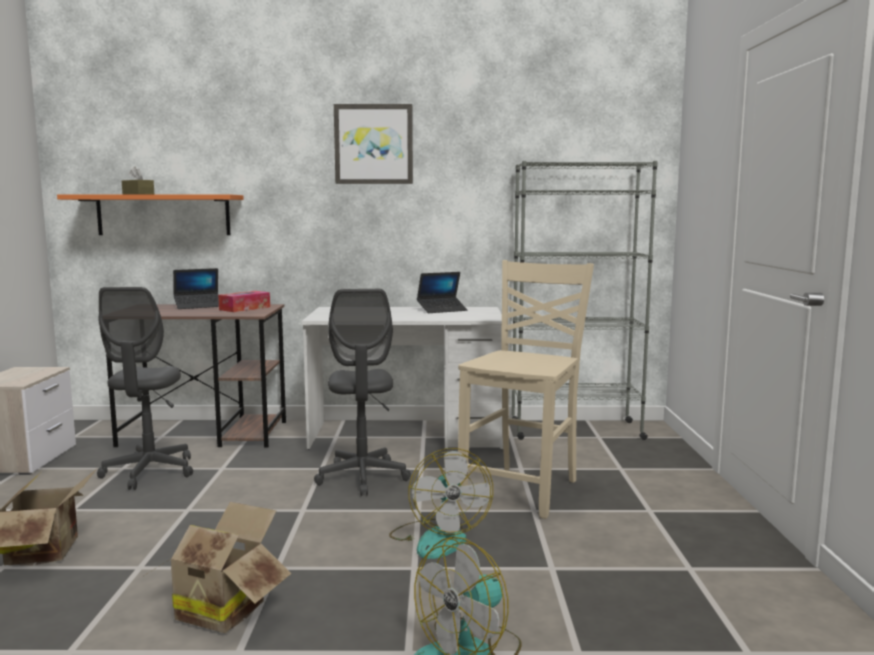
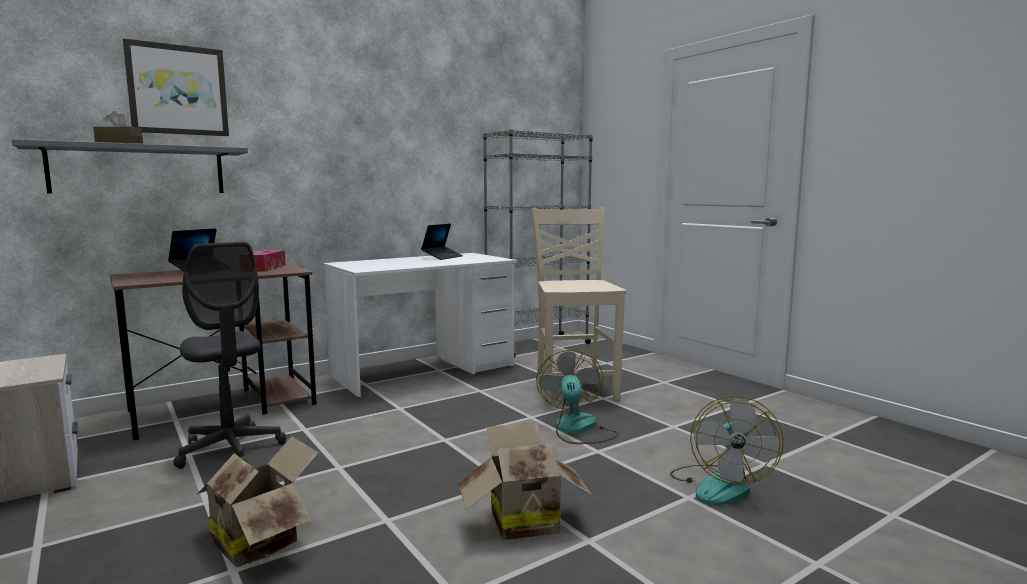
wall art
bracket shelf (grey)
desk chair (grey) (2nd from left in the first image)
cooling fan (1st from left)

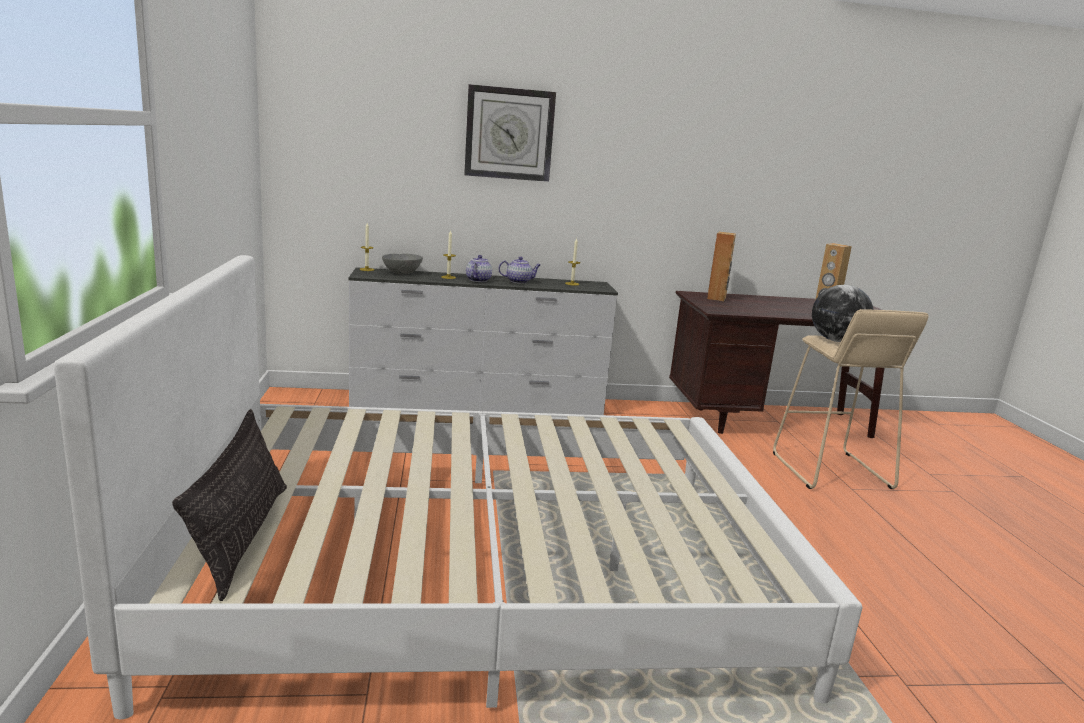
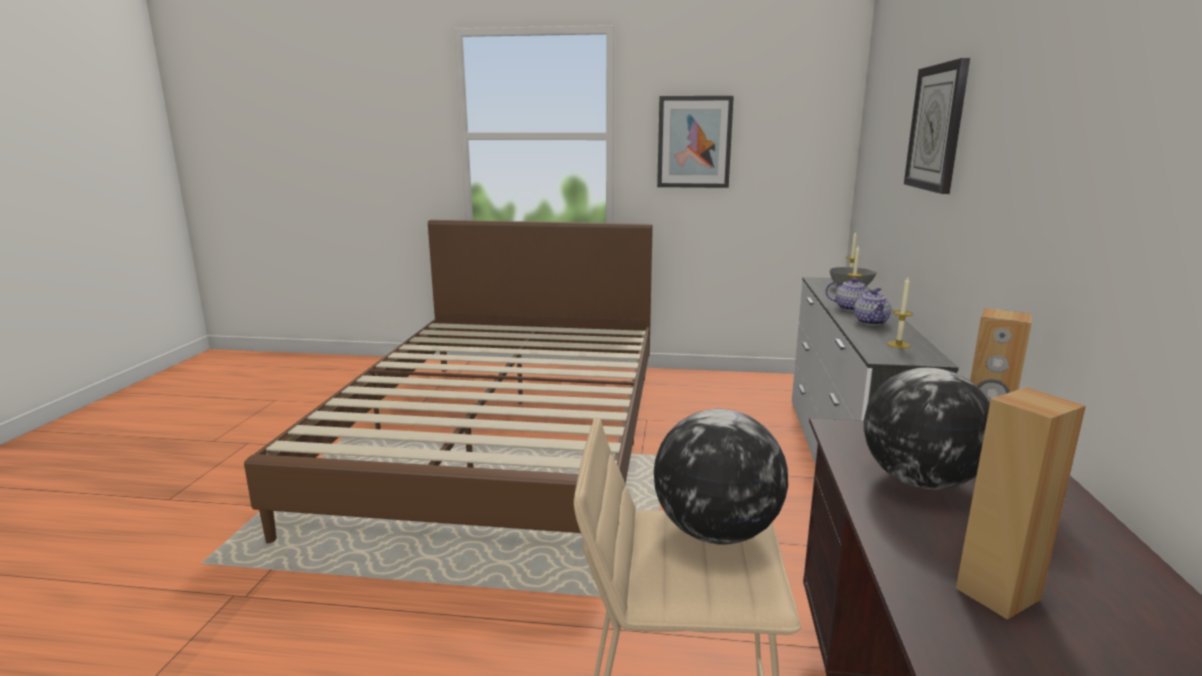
sleeping bed (brown-coloured)
cushion
wall art
globe (2nd from left)

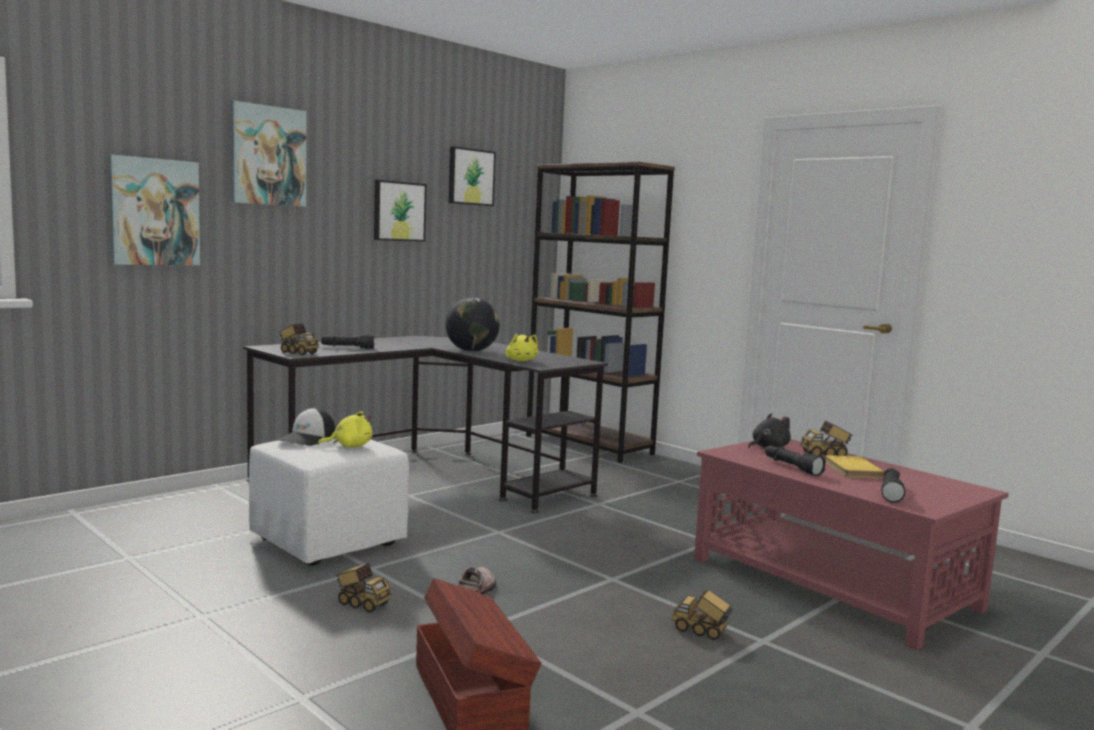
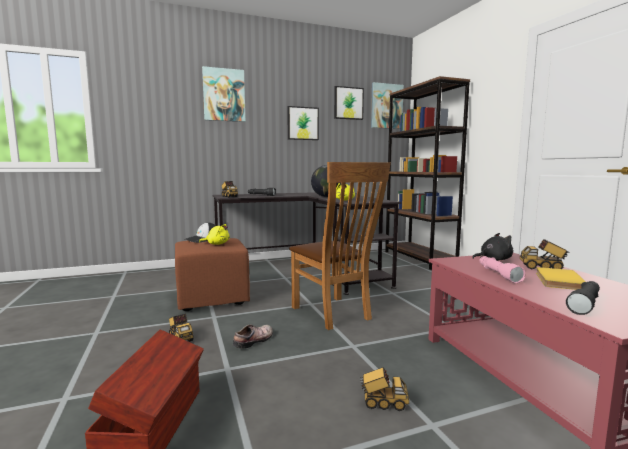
wall art (4th from left)
ottoman (brown-coloured)
torch (pink)
model truck (3rd from left)
plain chair (brown-coloured)

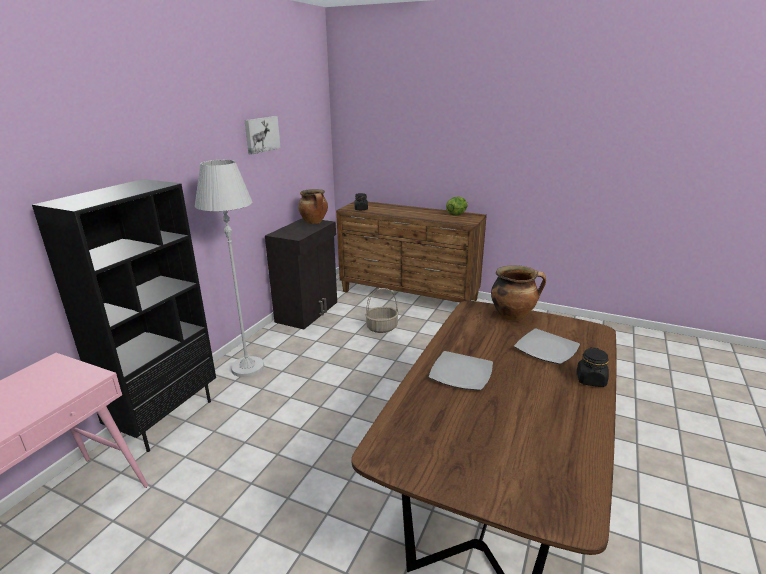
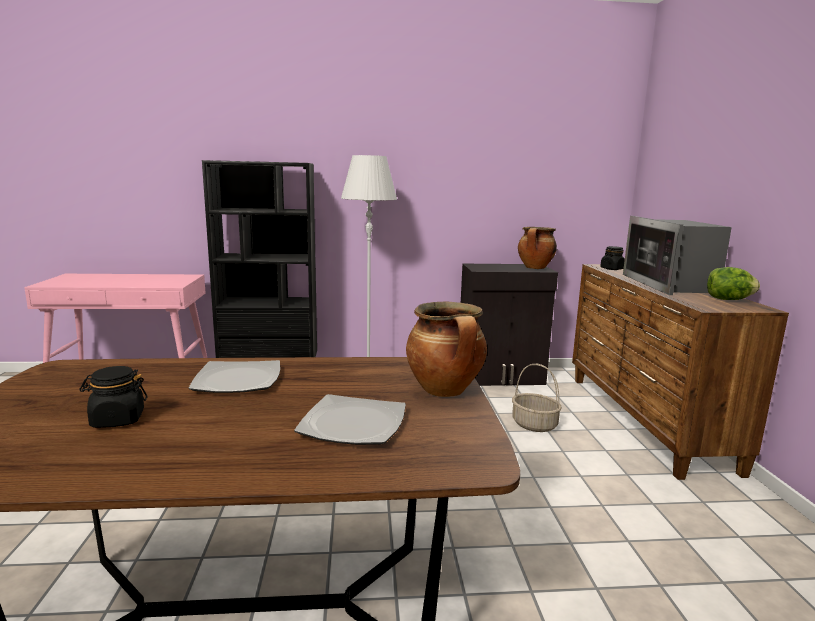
wall art
preserve jar (black) (1st from left)
microwave

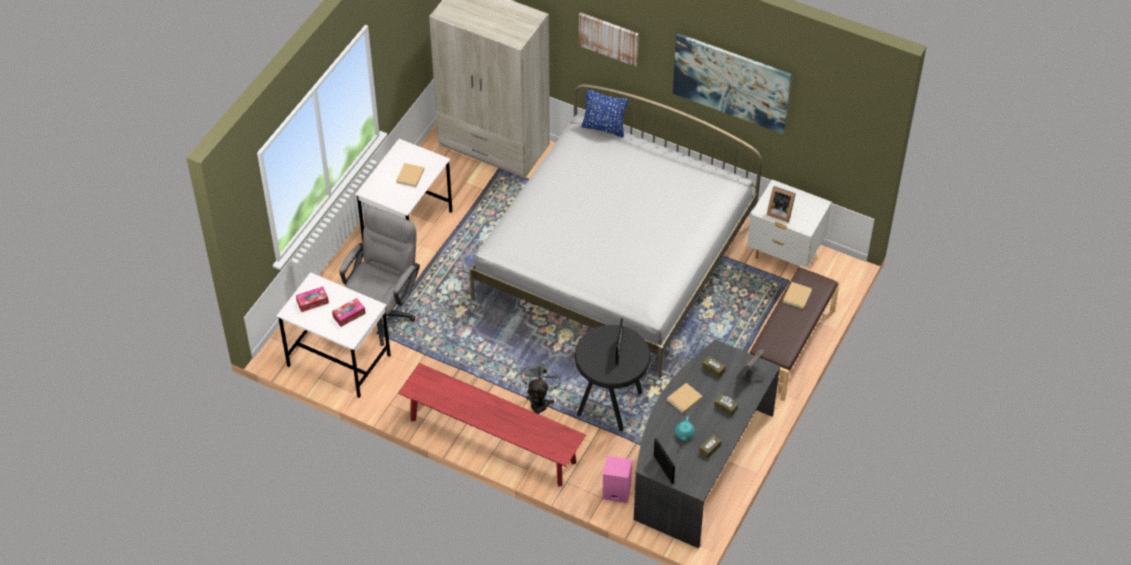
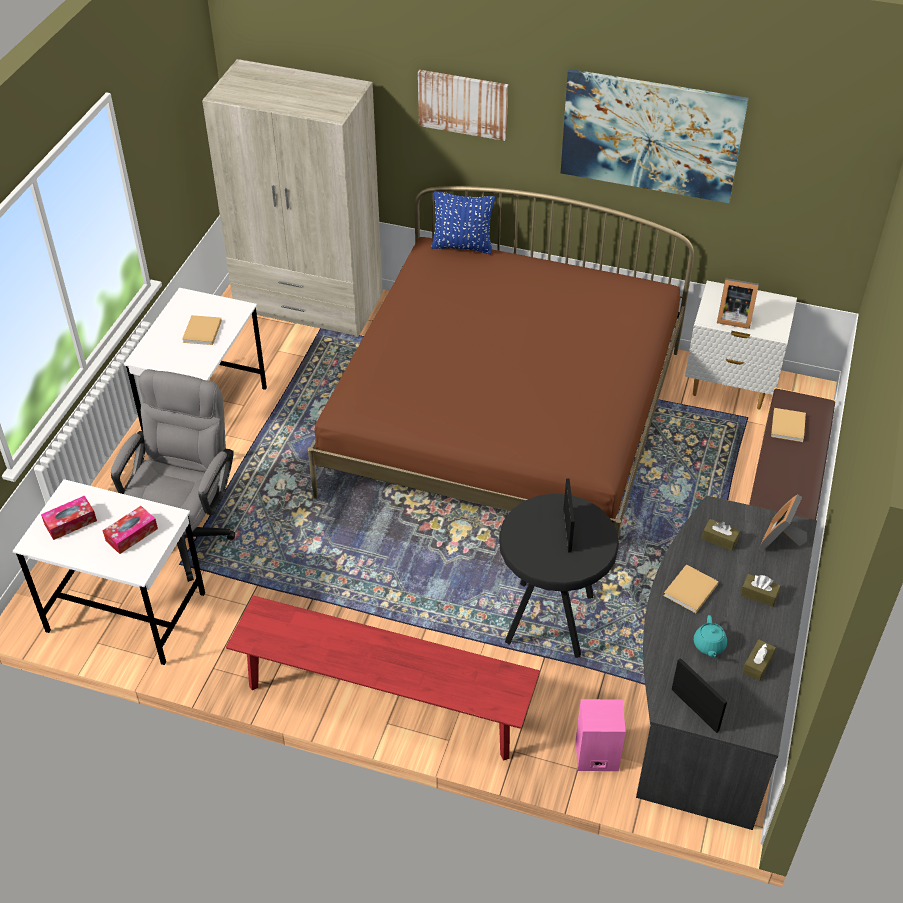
sleeping bed (brown-coloured)
cooling fan (grey)

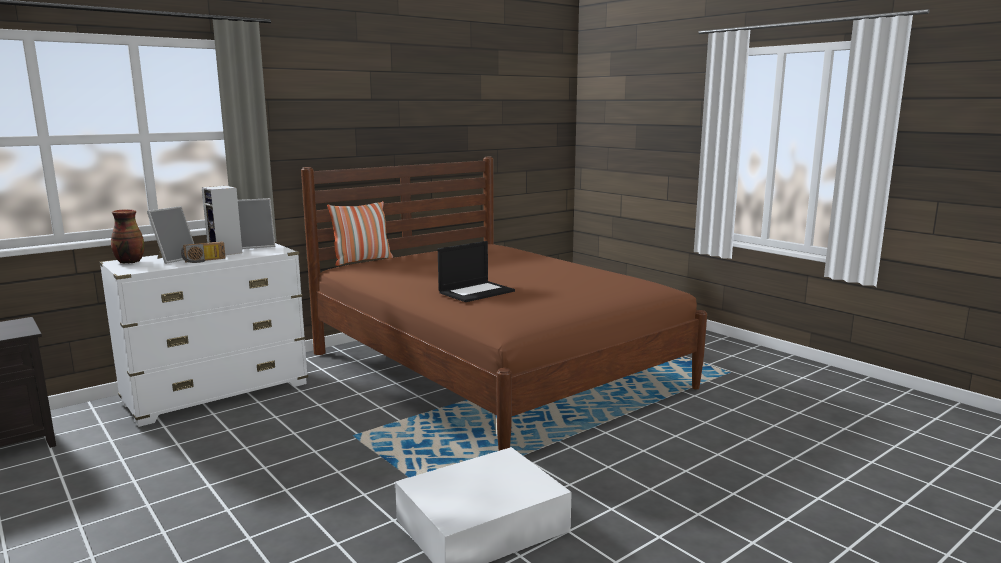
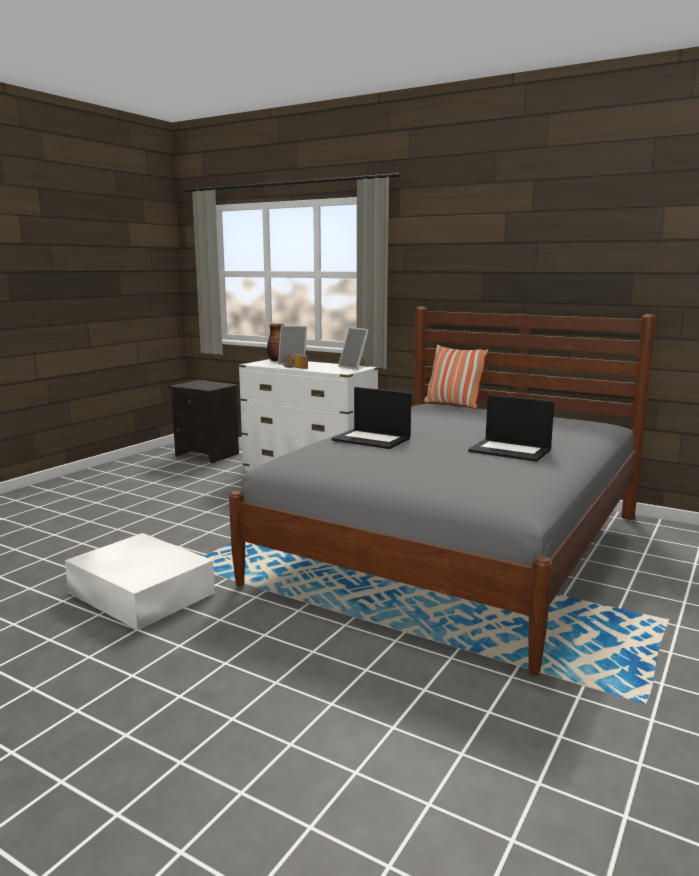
sleeping bed (grey)
loudspeaker
portable computer (2nd from left)

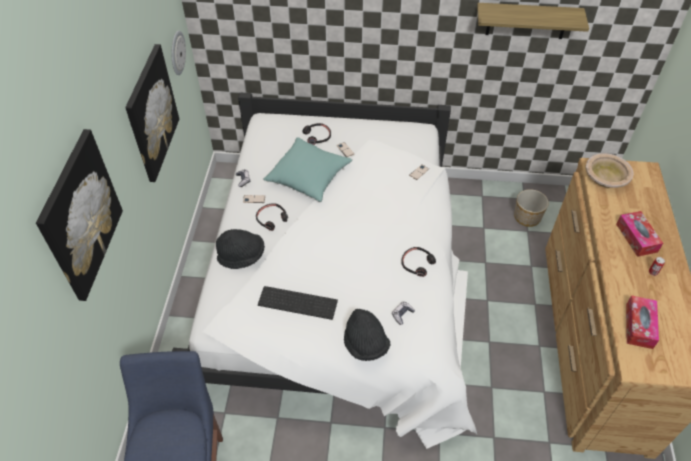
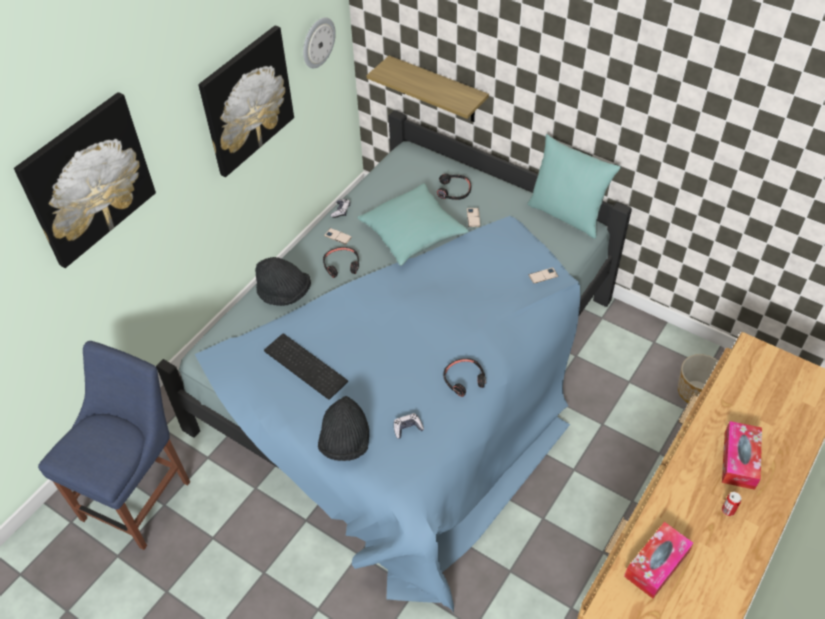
bracket shelf
sleeping bed (blue)
serving bowl (sand-coloured)
cushion (turquoise) (2nd from left)

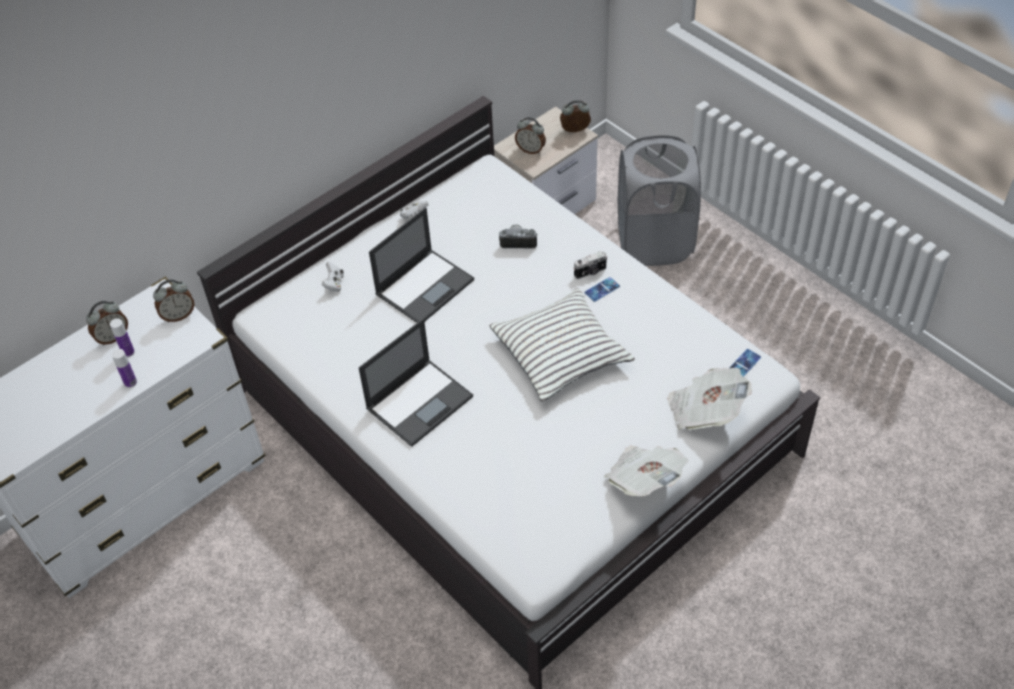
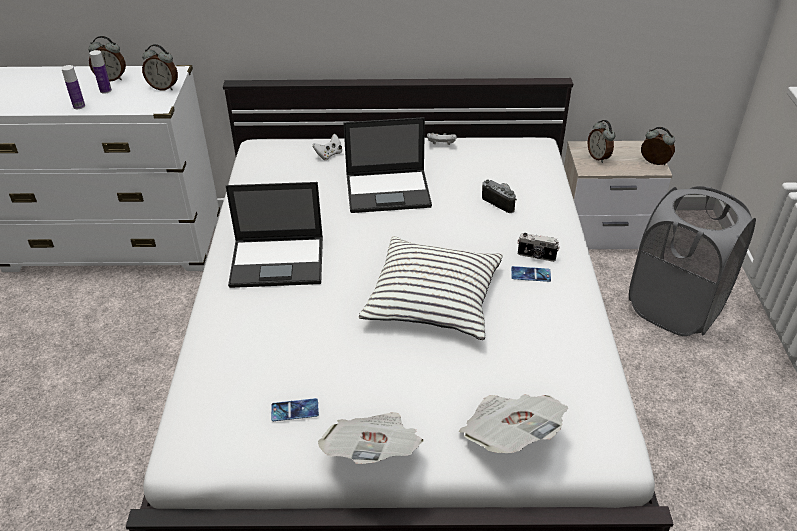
telephone (1st from left)

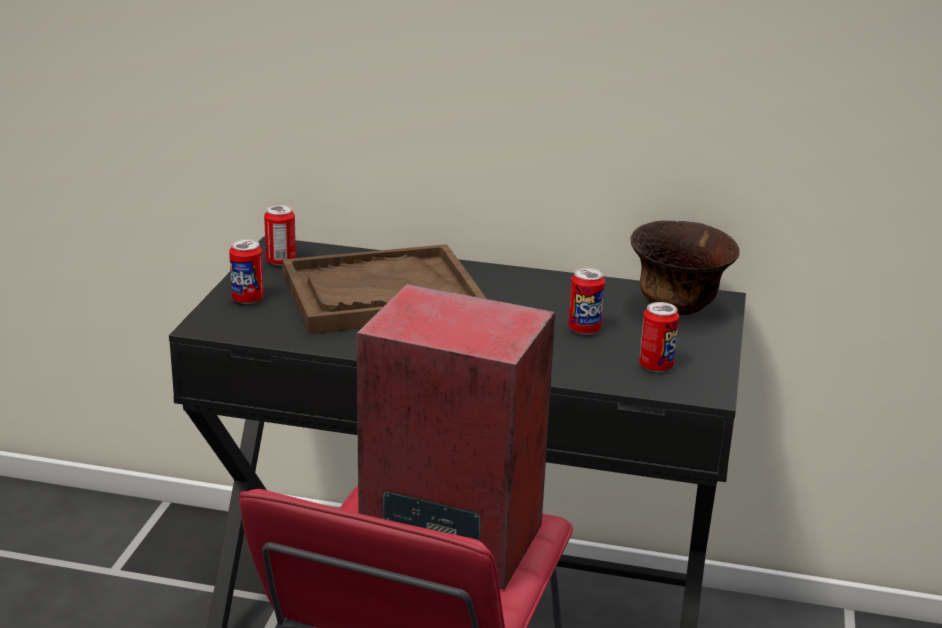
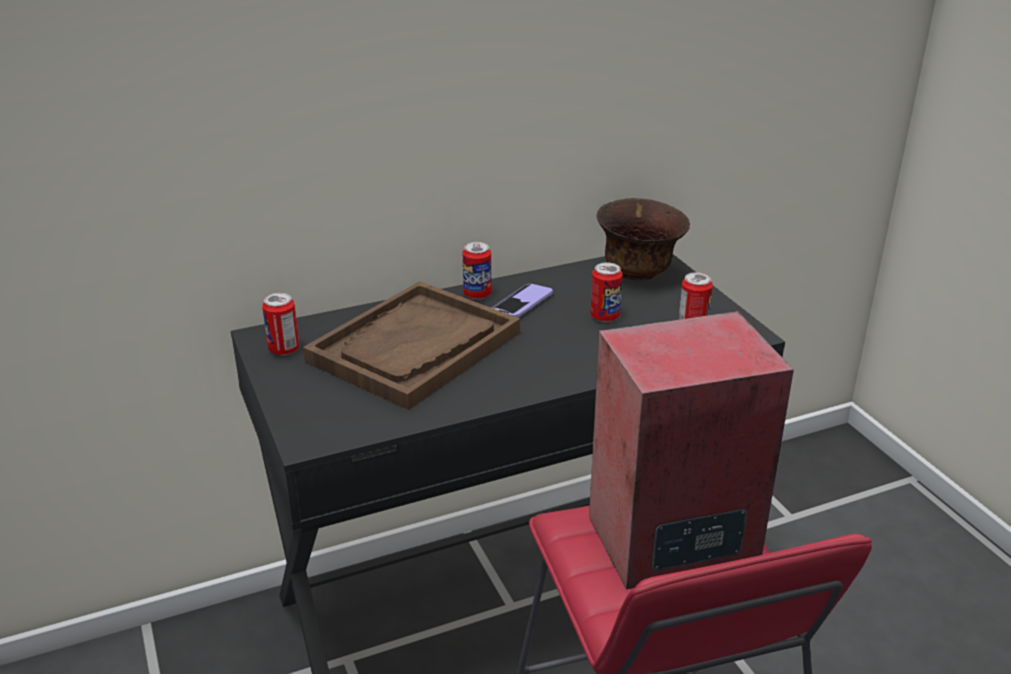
can (2nd from left)
telephone

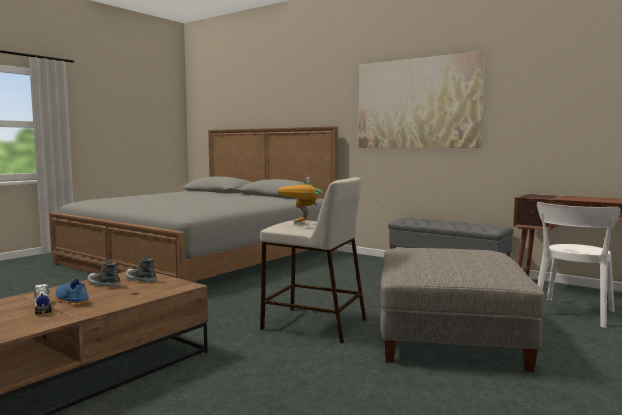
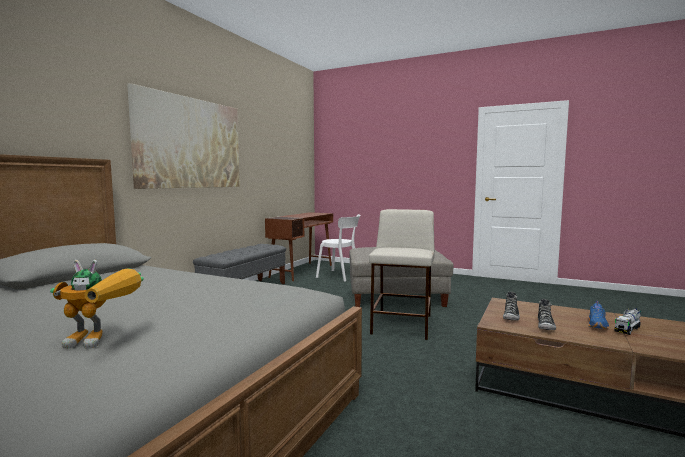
robot figure

